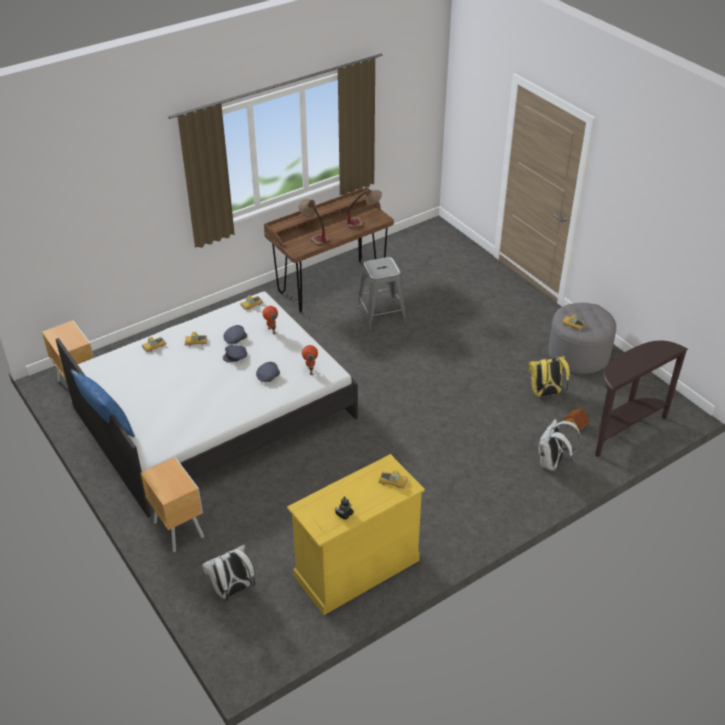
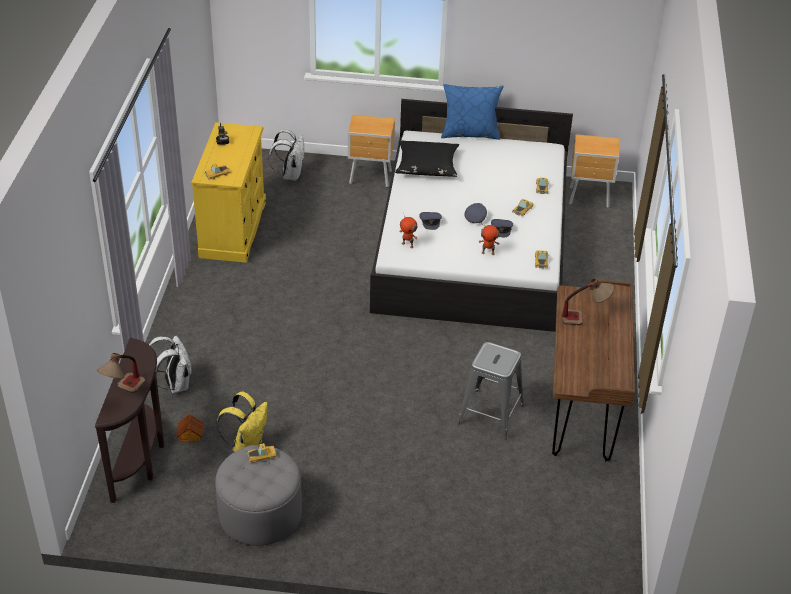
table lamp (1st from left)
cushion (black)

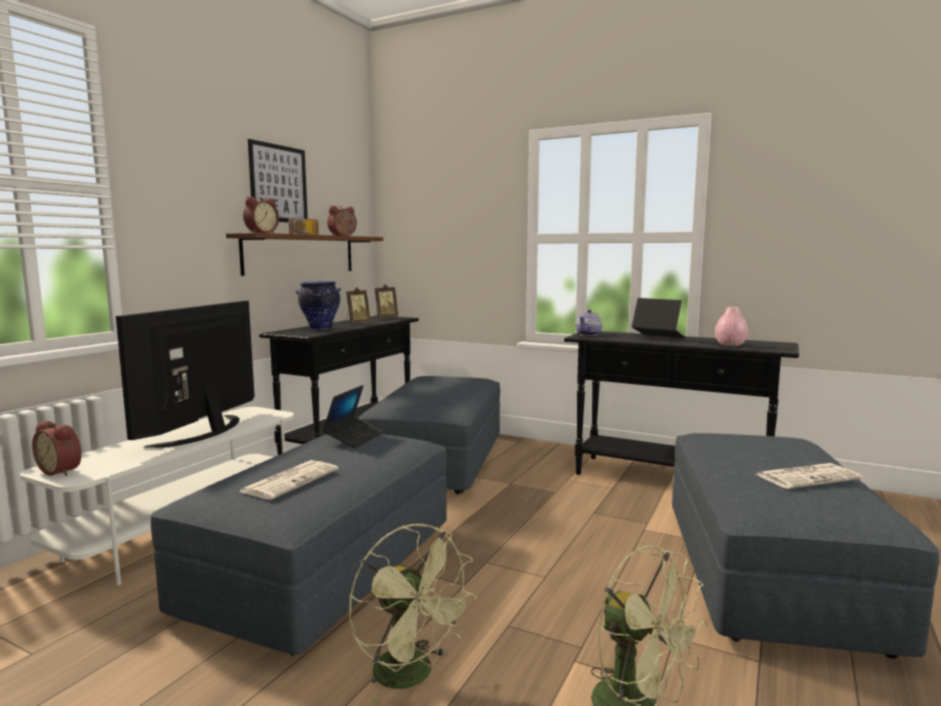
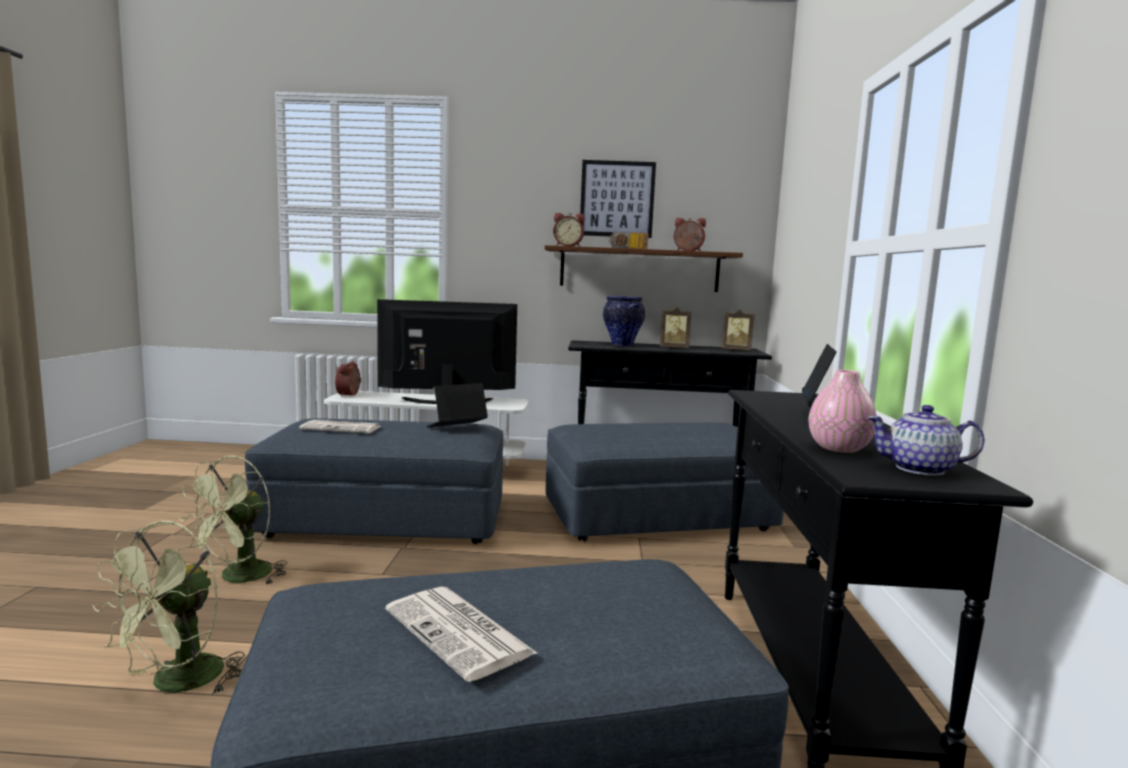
teapot
portable computer (1st from left)

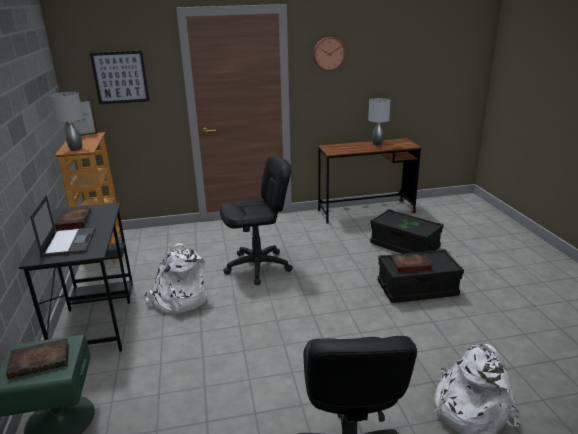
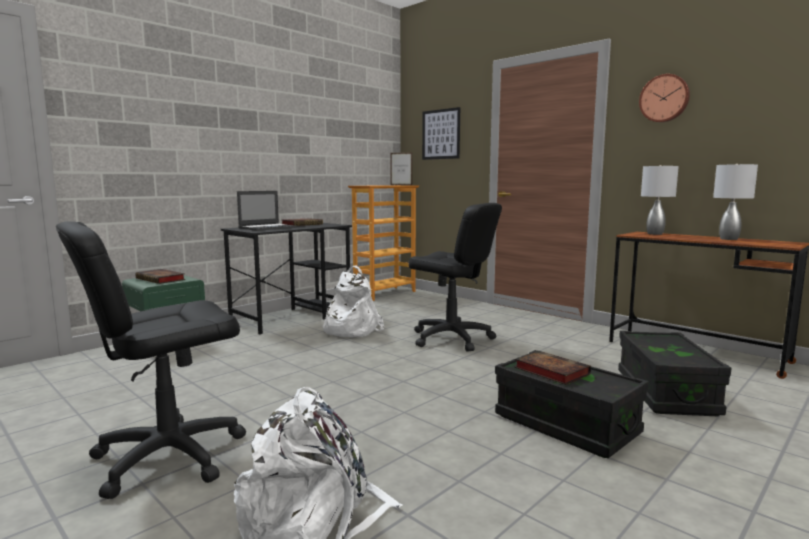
table lamp (grey) (1st from left)

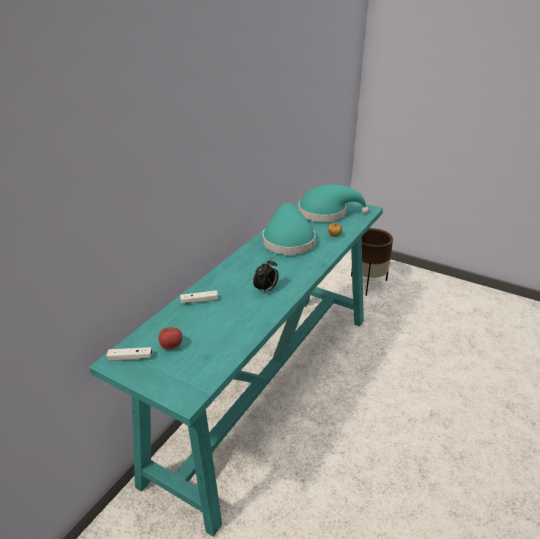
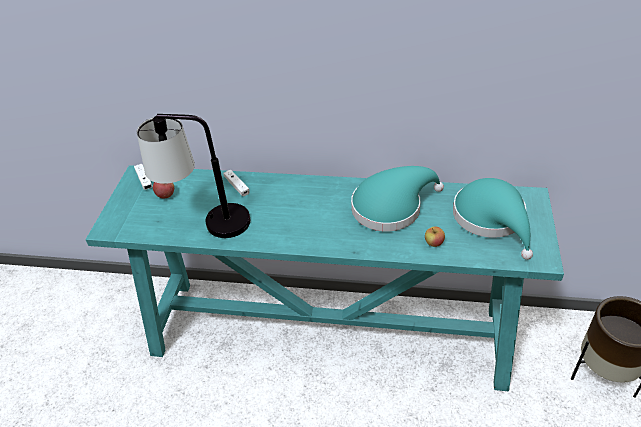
alarm clock
table lamp

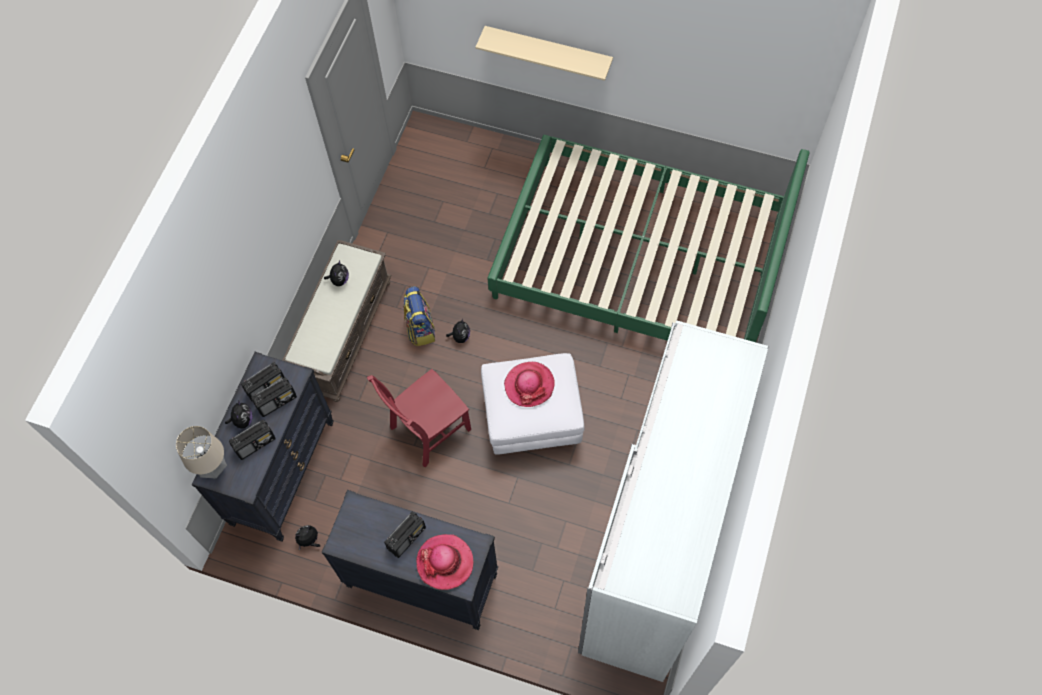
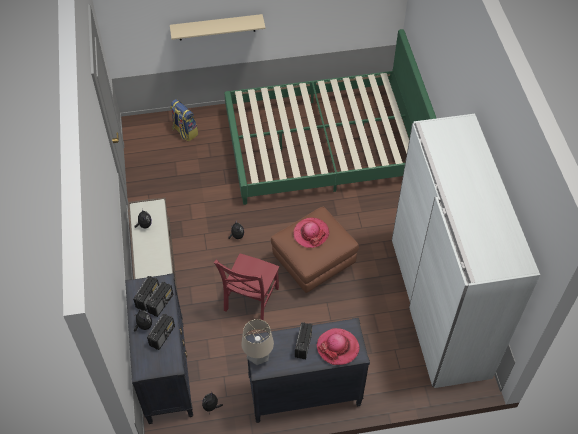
backpack
ottoman (brown-coloured)
table lamp

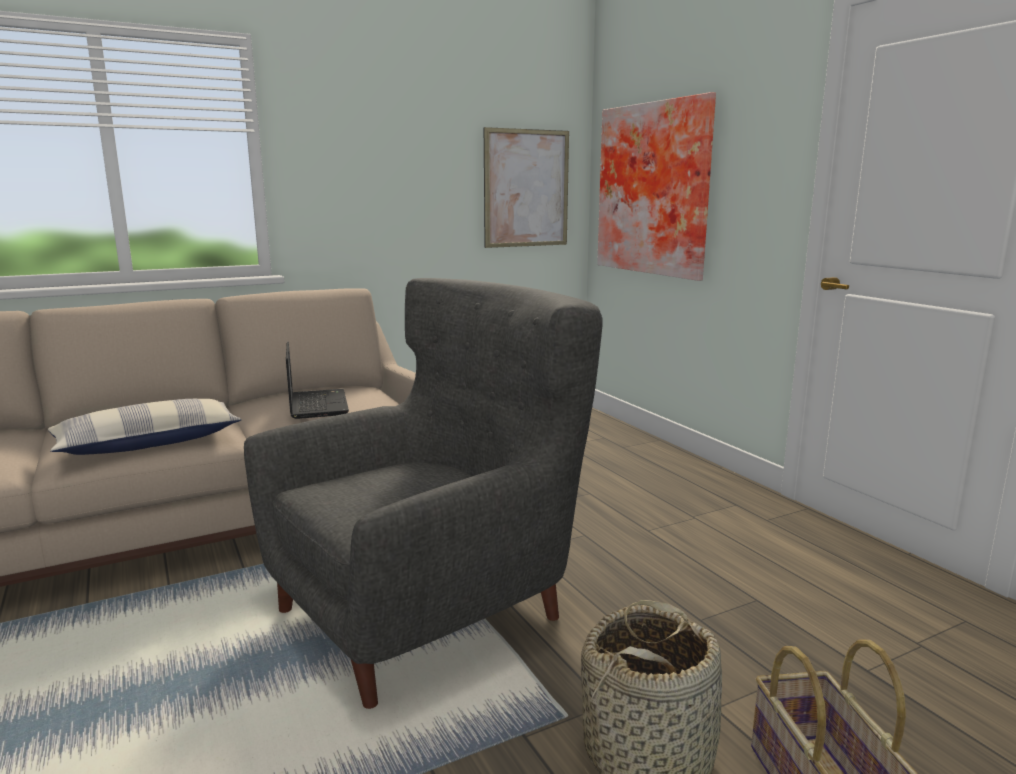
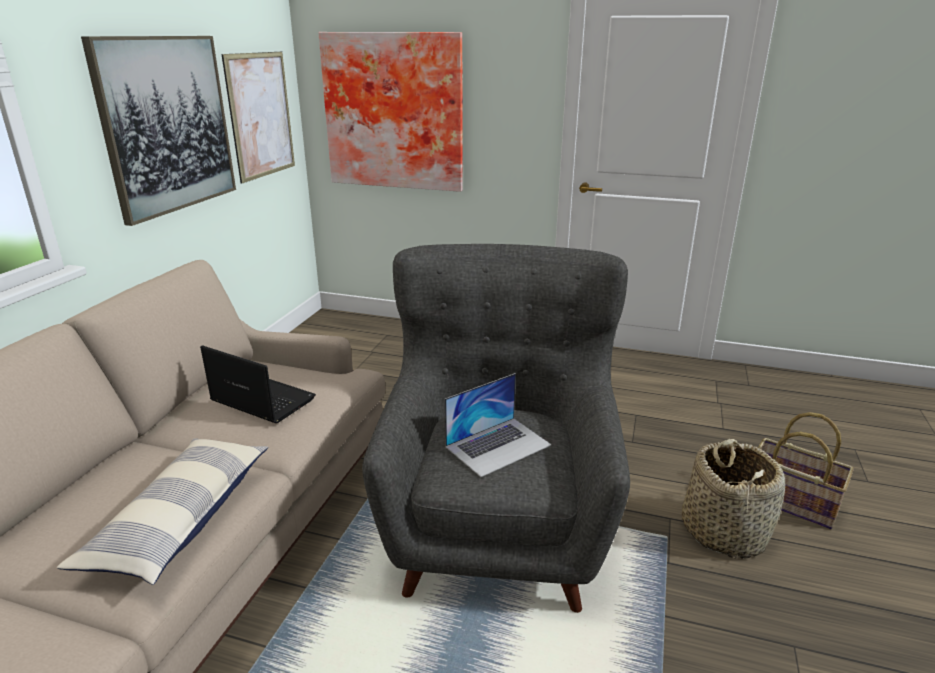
wall art (1st from left)
portable computer (2nd from left)

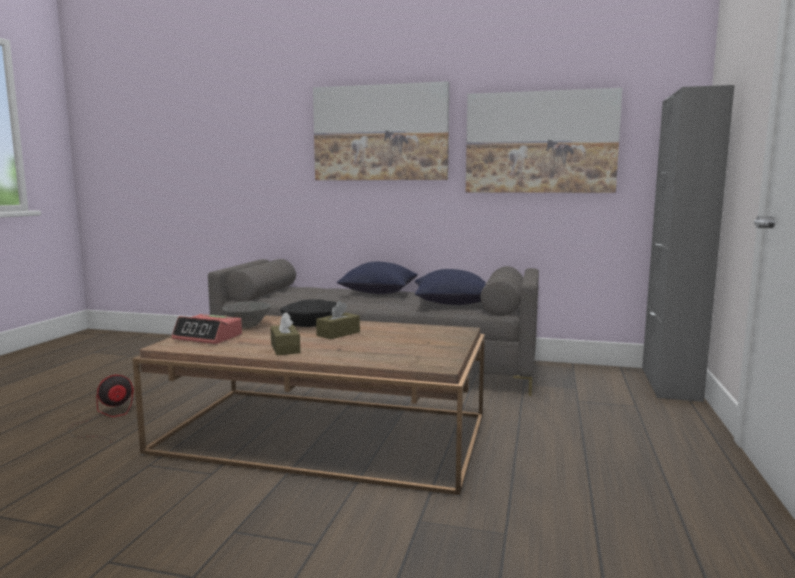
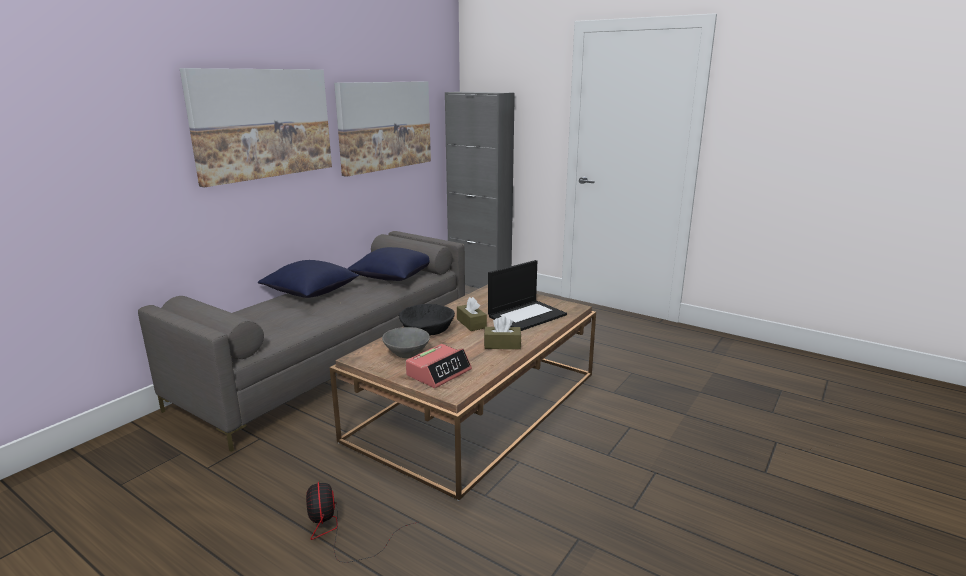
portable computer

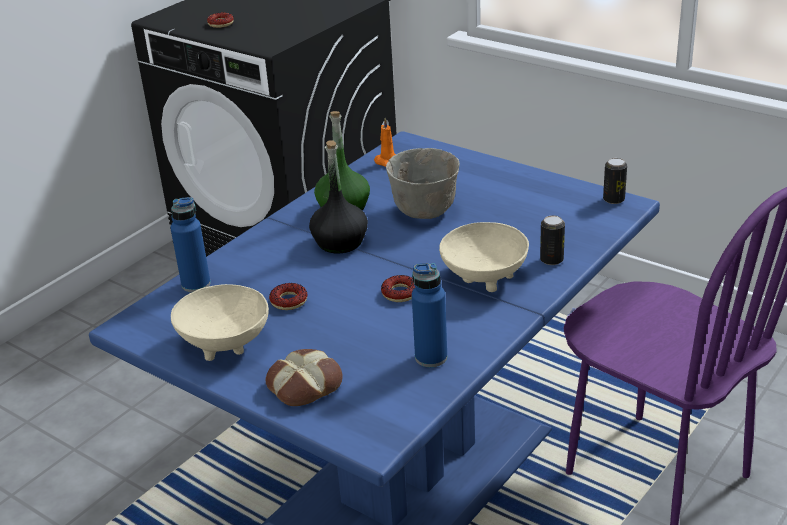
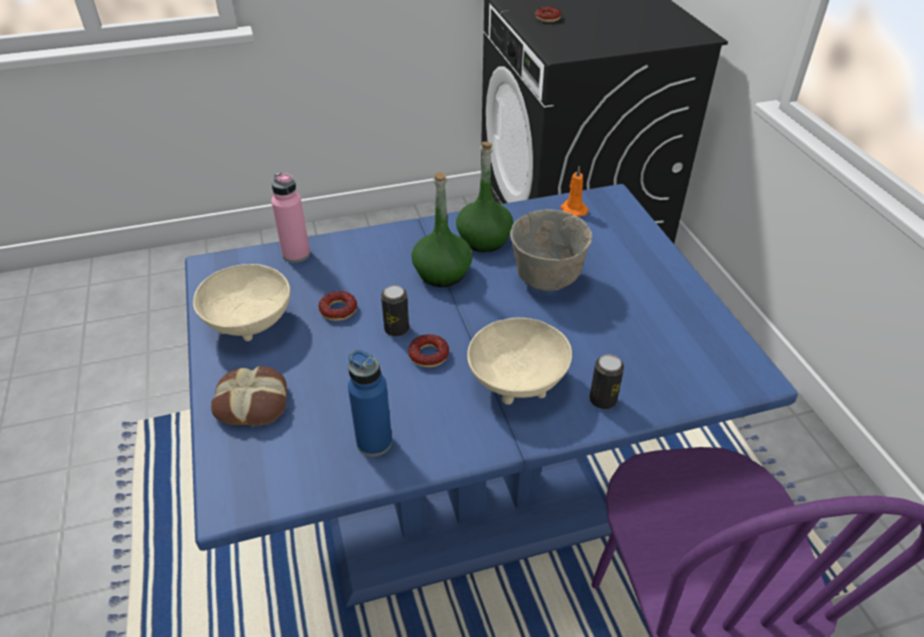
drink bottle (green) (1st from left)
can (1st from left)
drink bottle (pink)

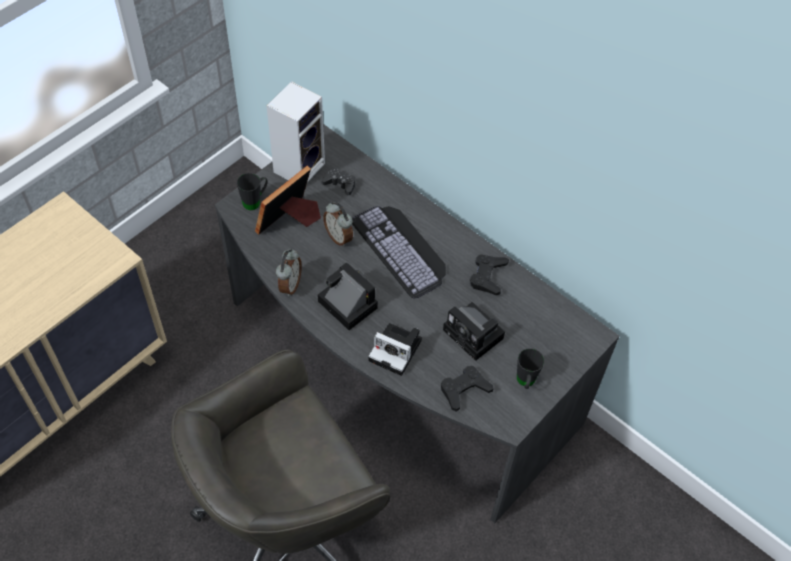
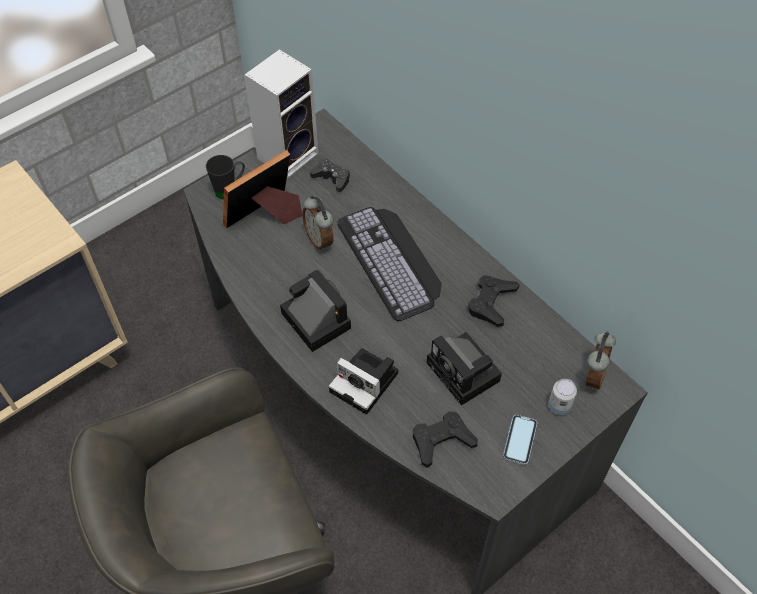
alarm clock (2nd from left)
telephone
can

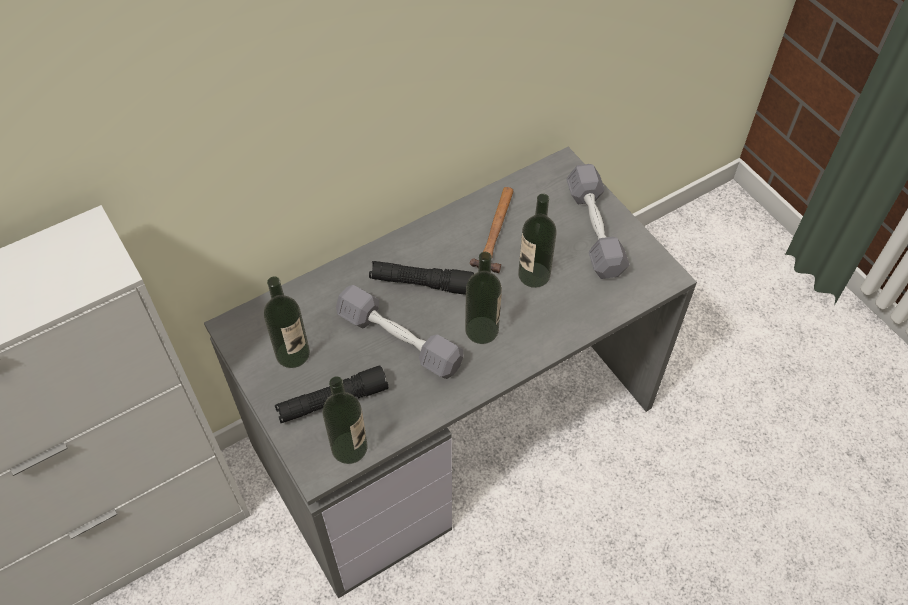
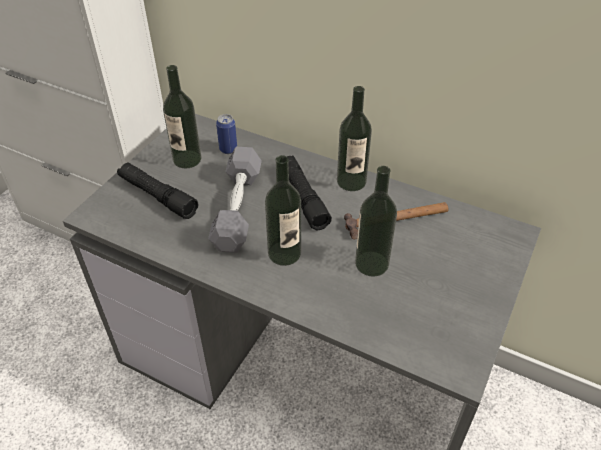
free weight (grey) (2nd from left in the first image)
drink bottle (3rd from left)
can

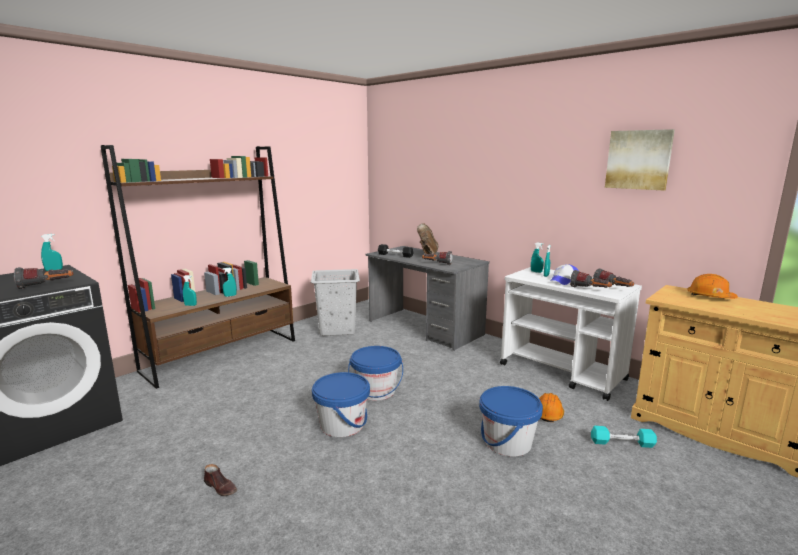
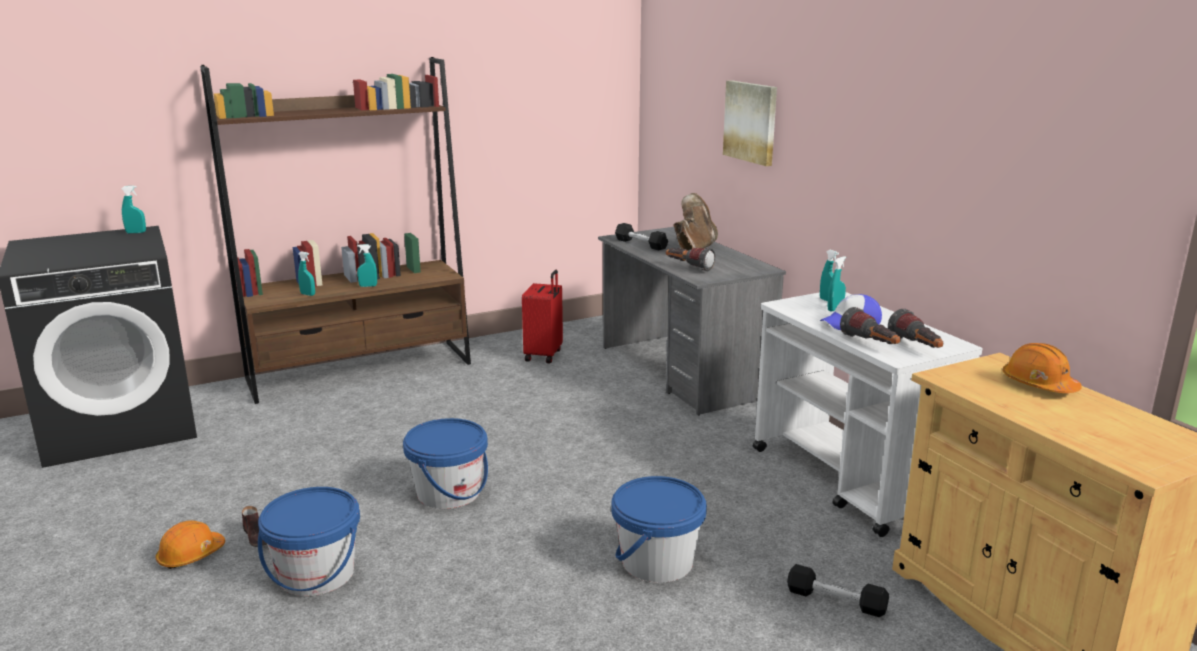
wall art
torch (1st from left in the first image)
piece of luggage (red-coloured)
pail (blue) (1st from left)
safety helmet (orangey) (1st from left)
free weight (black) (2nd from left)

